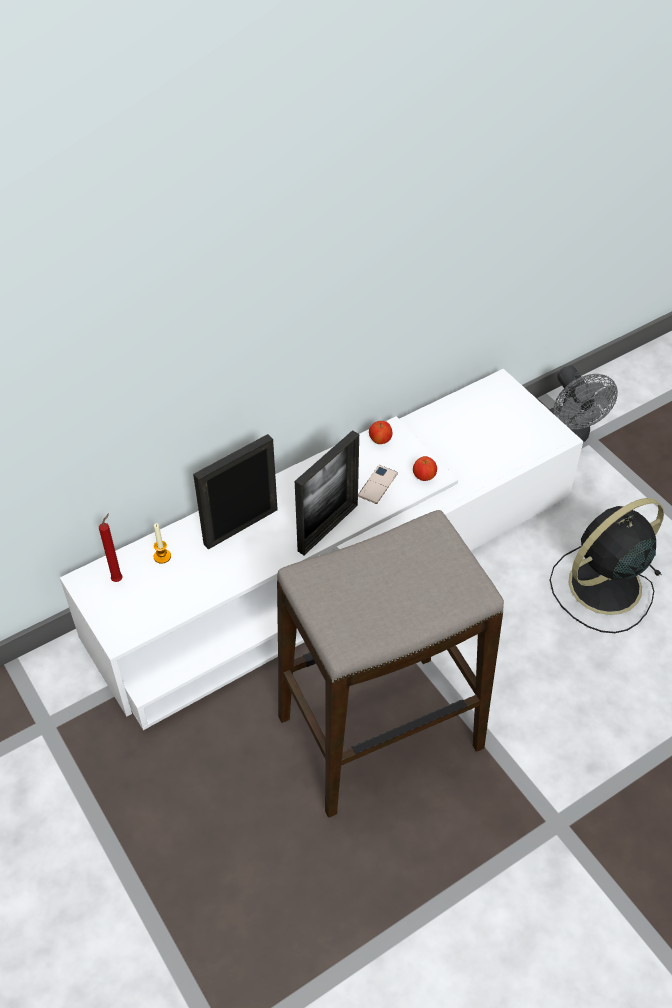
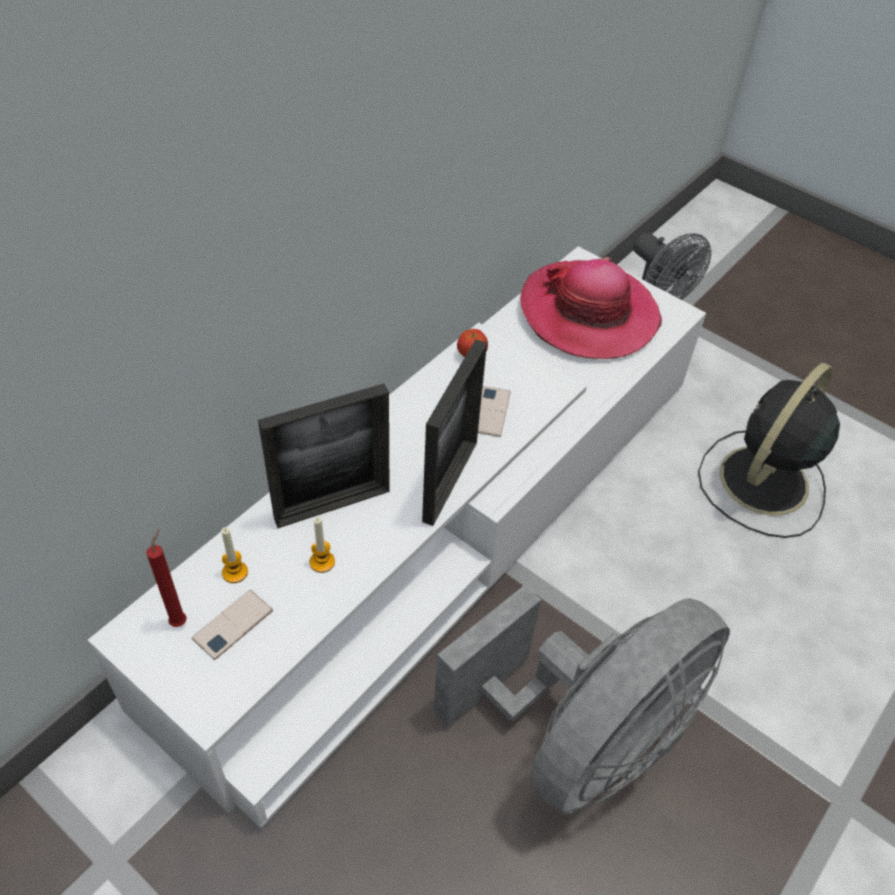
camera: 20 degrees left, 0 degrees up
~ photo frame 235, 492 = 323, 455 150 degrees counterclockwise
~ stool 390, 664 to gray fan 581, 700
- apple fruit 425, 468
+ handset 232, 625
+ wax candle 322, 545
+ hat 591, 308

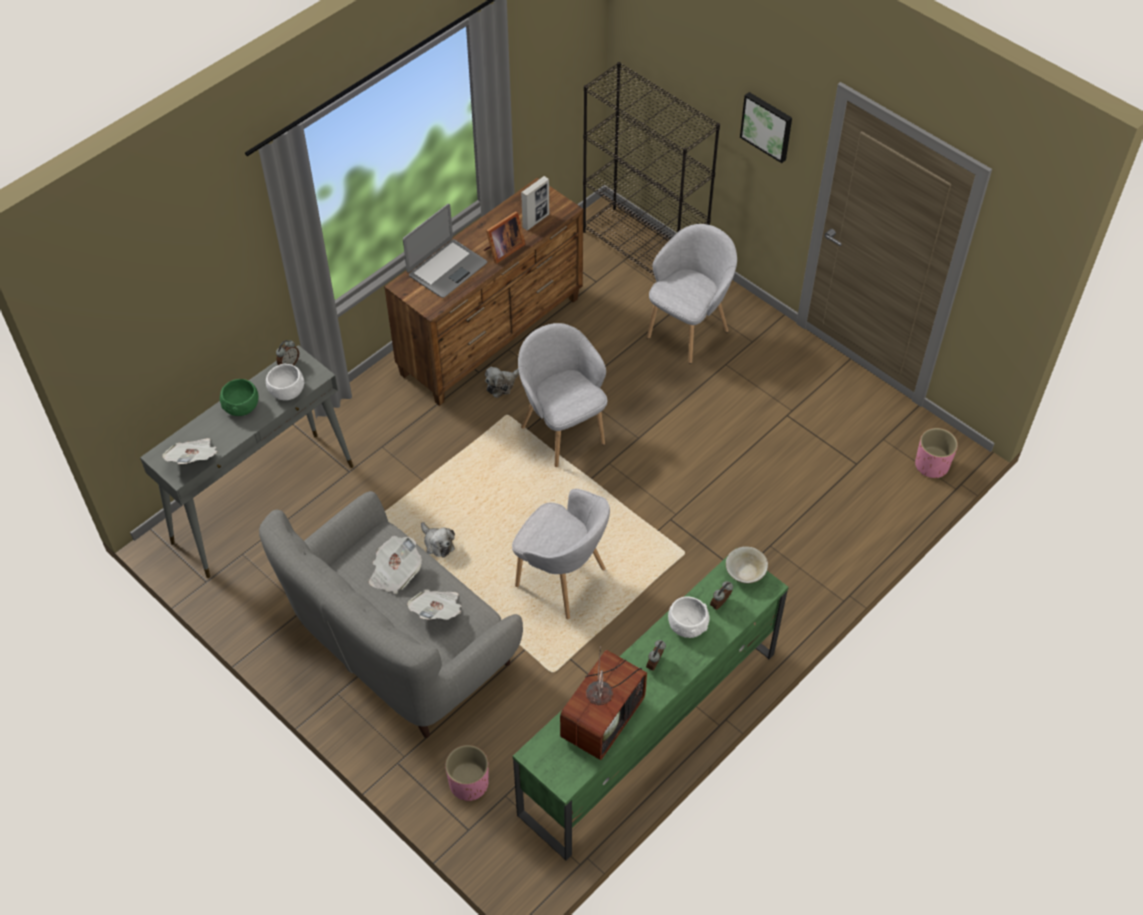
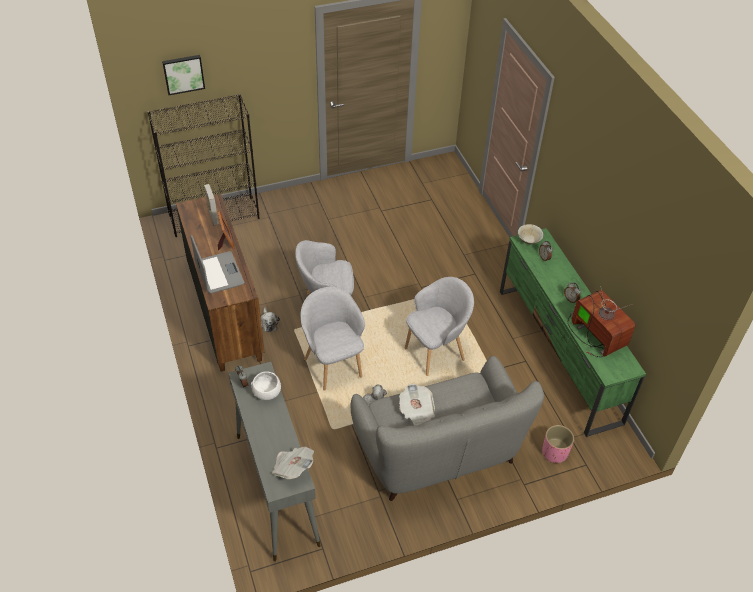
camera: 65 degrees left, 5 degrees down
- greenish bowl 239, 397
- daily paper 434, 605
~ gray easy chair 692, 294 to 333, 339
- white bowl 689, 617
~ wall picture 766, 127 to 183, 75
- pink plant pot 936, 453

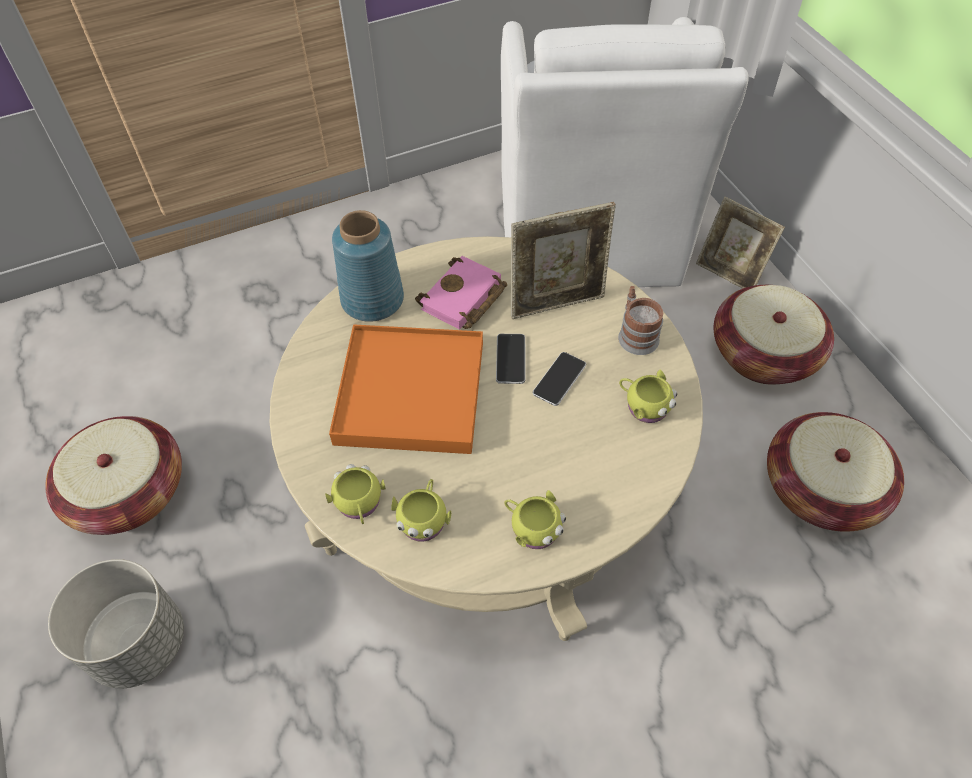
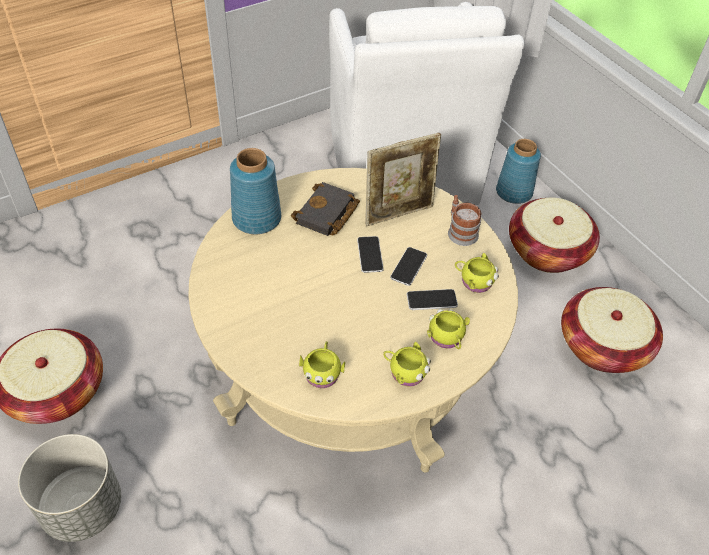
camera: 10 degrees left, 5 degrees down
~ yellow-coloured coffee mug 355, 494 to 448, 329
- orange tray 406, 389
~ pink volume 461, 293 to black-coloured volume 325, 209
~ photo frame 740, 243 to bluish decorative vase 518, 171
+ handset 432, 299

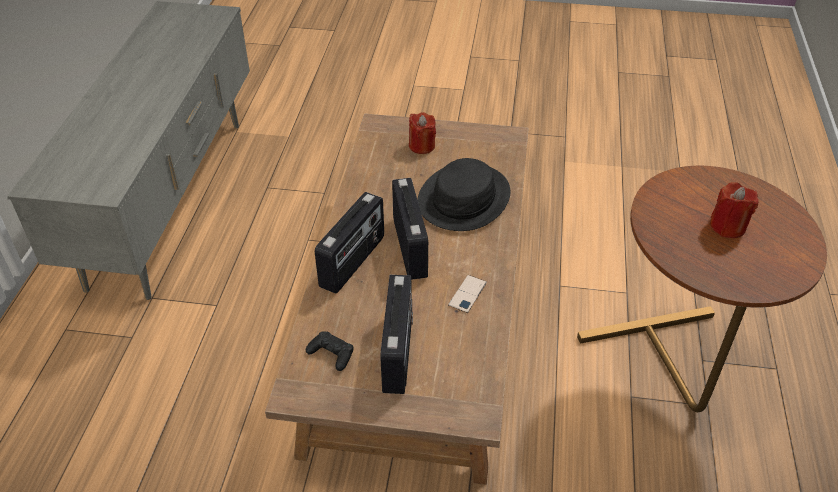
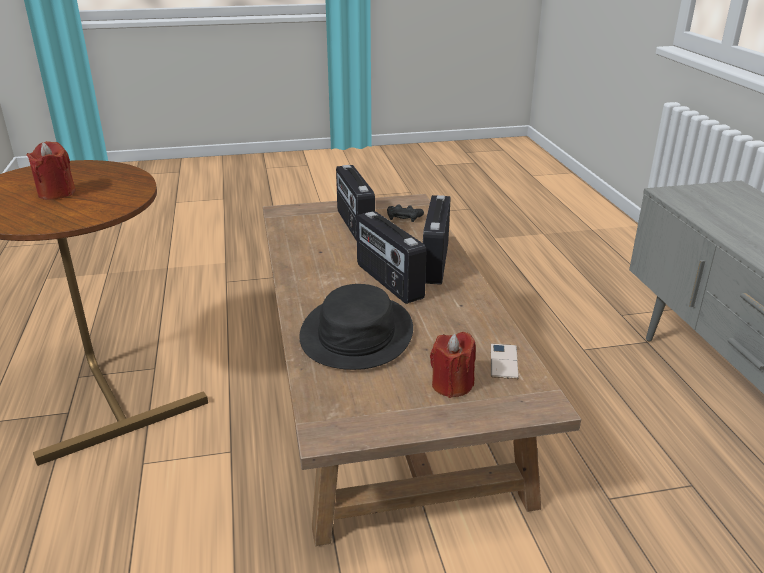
camera: 160 degrees right, 15 degrees down
~ handset 467, 294 to 505, 361

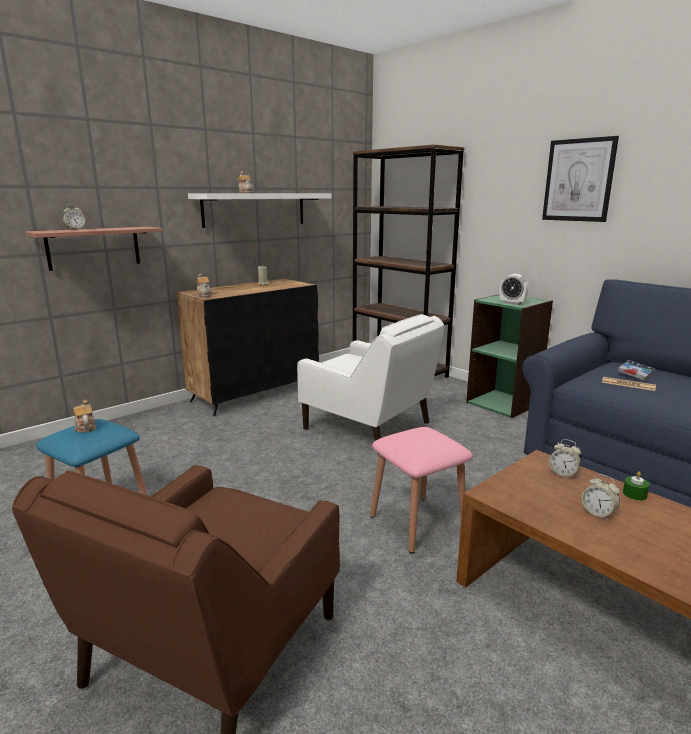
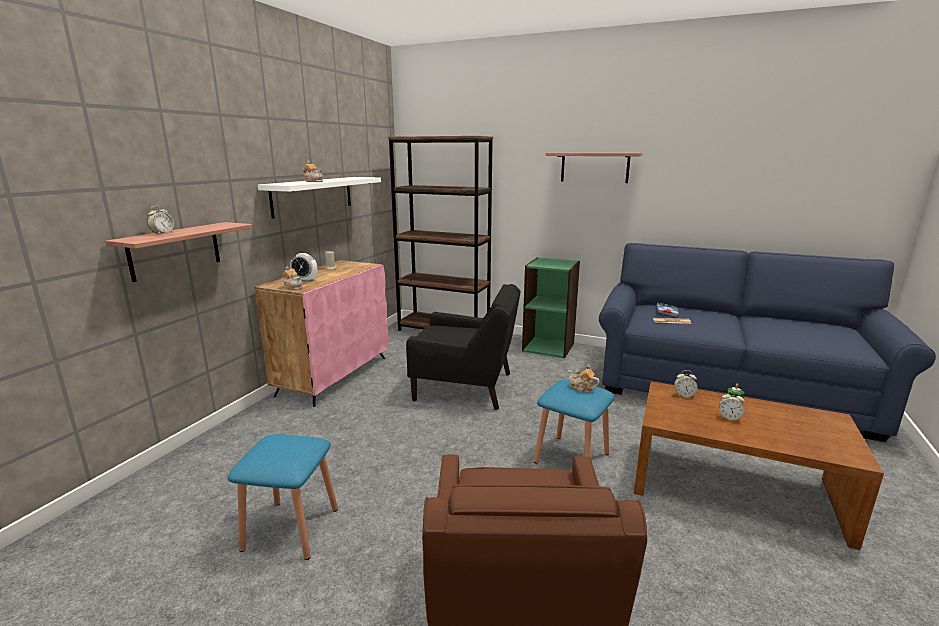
camera: 25 degrees left, 0 degrees up
~ teapot 84, 416 to 583, 378
~ black-coloured cupboard 247, 347 to pink cupboard 321, 333
~ white easy chair 370, 384 to black-coloured easy chair 463, 347
~ pink stool 421, 490 to bluish stool 574, 421
~ alarm clock 514, 289 to 303, 267
~ wall picture 580, 179 to bracket shelf 594, 168

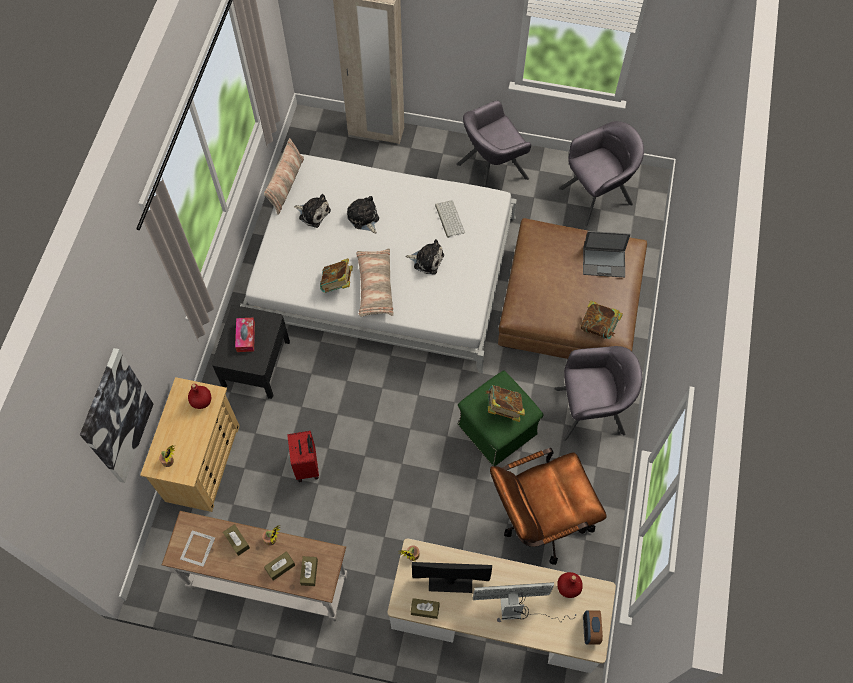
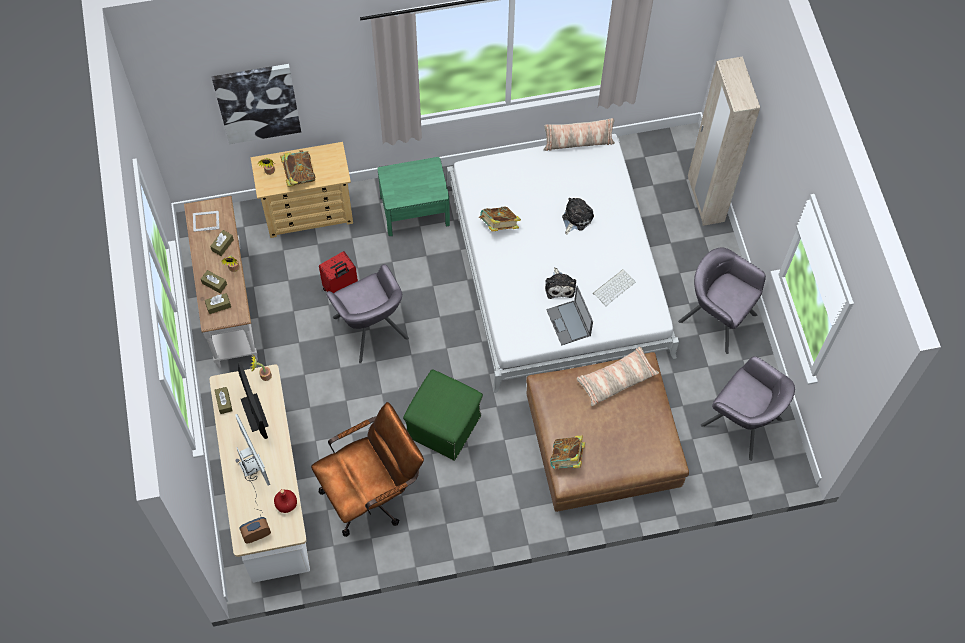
camera: 65 degrees right, 0 degrees up
- red drink bottle 199, 396
~ black-coloured night table 251, 352 to greenish night table 414, 196
- tissue box 245, 335
- soft toy 312, 211
~ pillow 375, 282 to 618, 376
~ volume 505, 403 to 297, 168
~ brownish computer chair 548, 506 = 367, 469 105 degrees clockwise
~ gray easy chair 598, 393 to 367, 314
~ portable computer 607, 254 to 569, 316

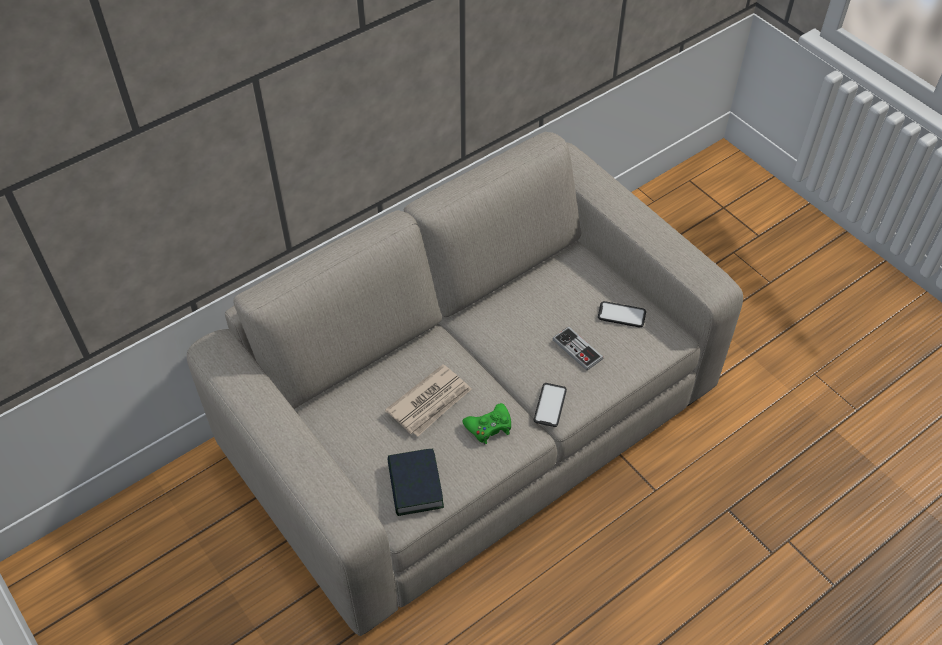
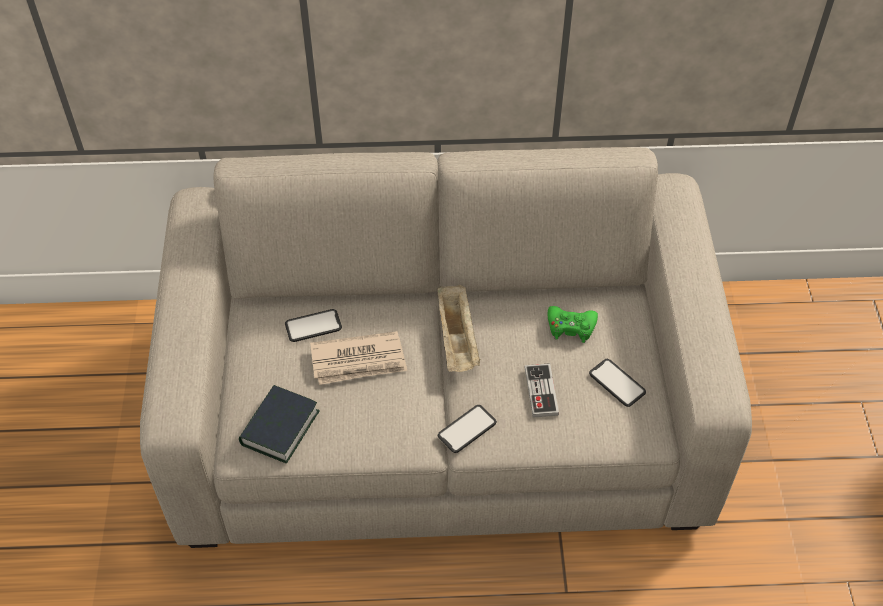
camera: 35 degrees right, 0 degrees up
~ greenish joypad 487, 423 to 573, 324
+ handset 313, 325
+ beige tray 459, 328

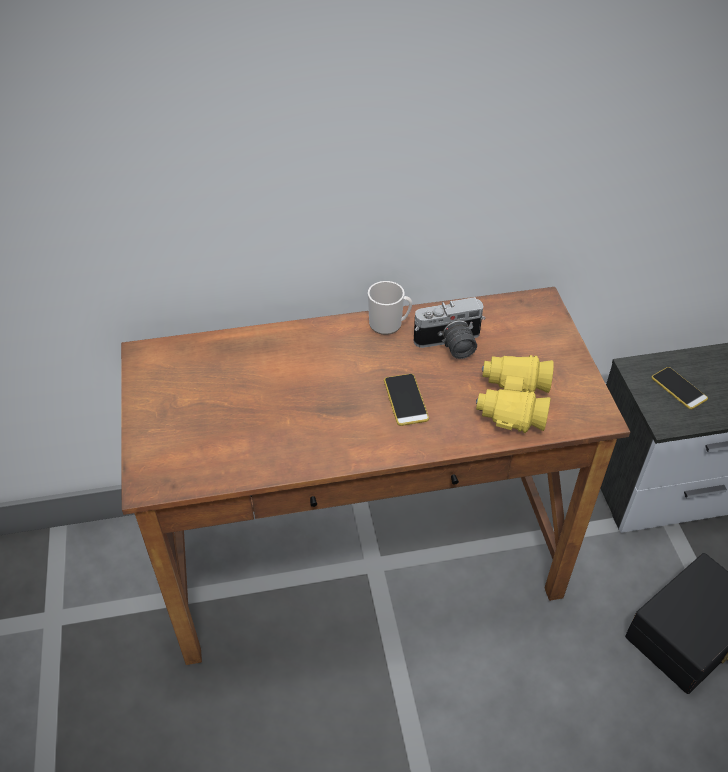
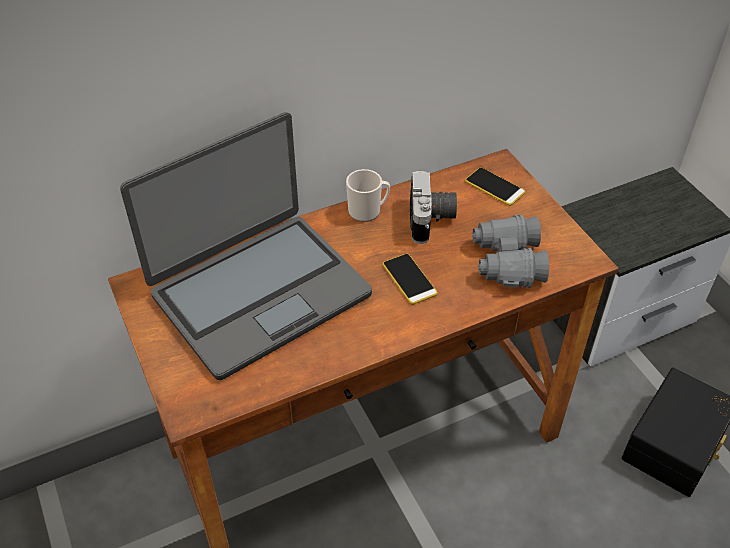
camera: 15 degrees left, 0 degrees up
~ photo camera 449, 328 = 433, 207 60 degrees counterclockwise
~ yellow-coloured pair of binoculars 515, 394 to gray pair of binoculars 510, 251
~ handset 679, 388 to 495, 186
+ portable computer 246, 246

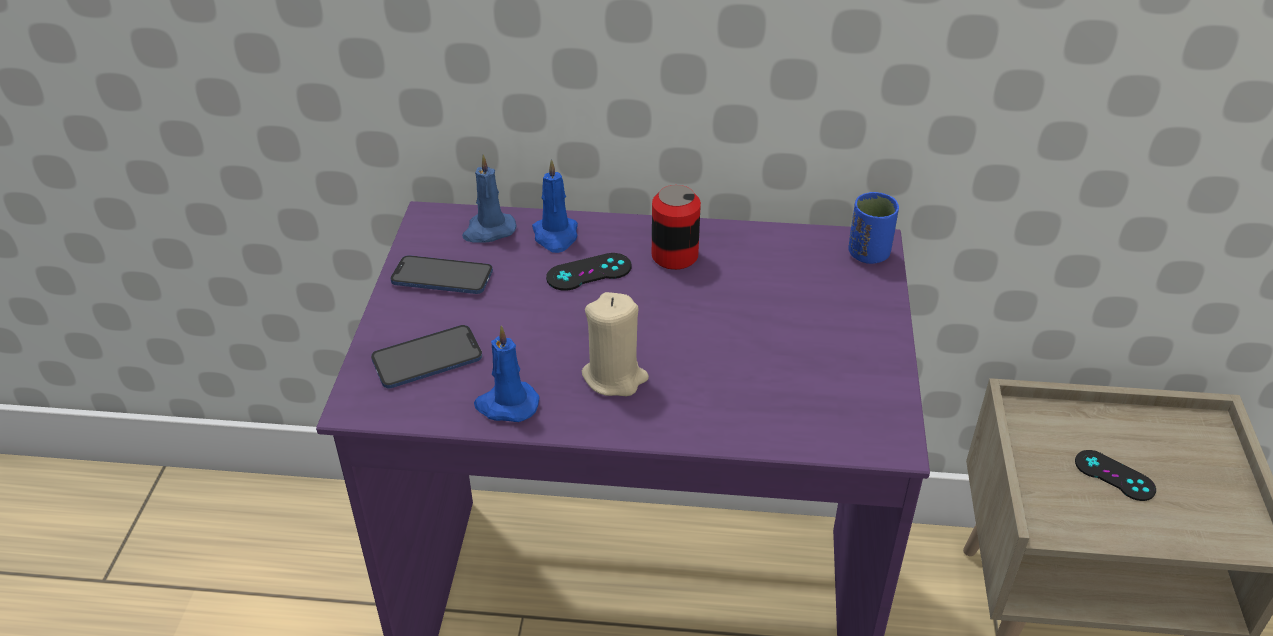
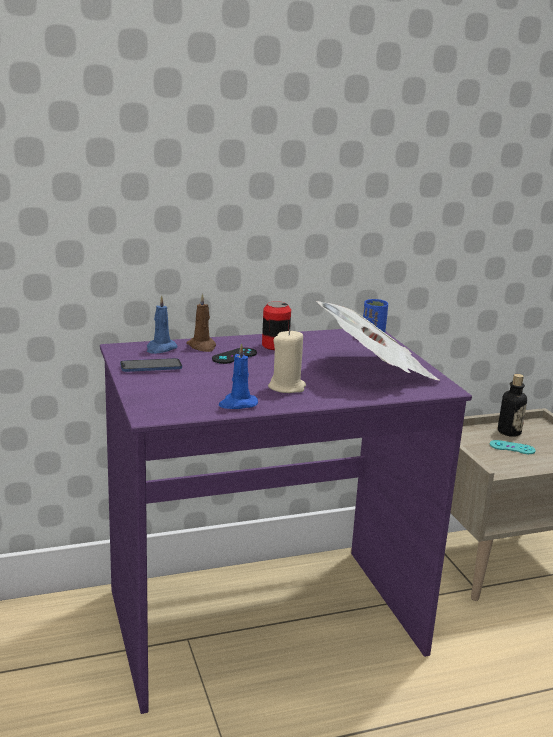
camera: 25 degrees left, 20 degrees down
- handset 426, 356
~ bluish wax candle 555, 206 to brownish wax candle 201, 322
~ black-coloured joypad 1115, 475 to turquoise-coloured joypad 513, 447
+ daily paper 378, 341
+ drink bottle 512, 405

